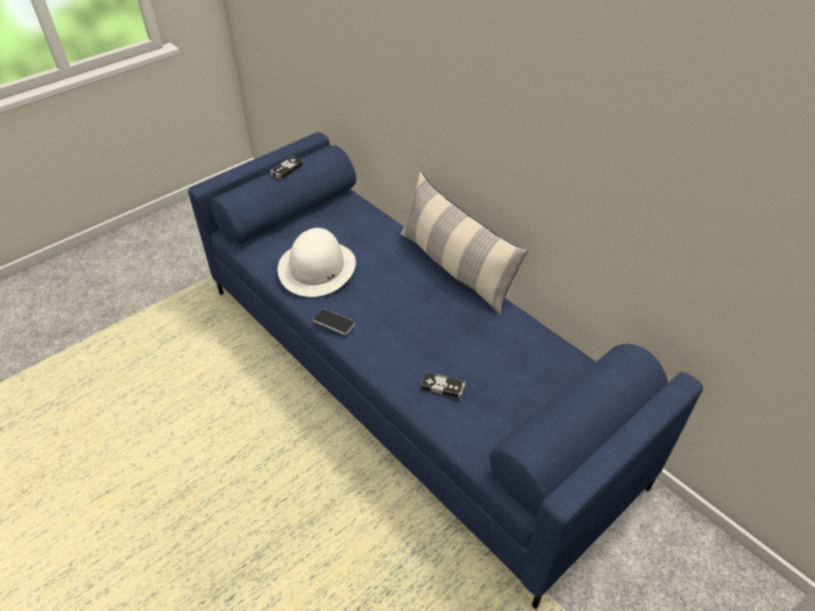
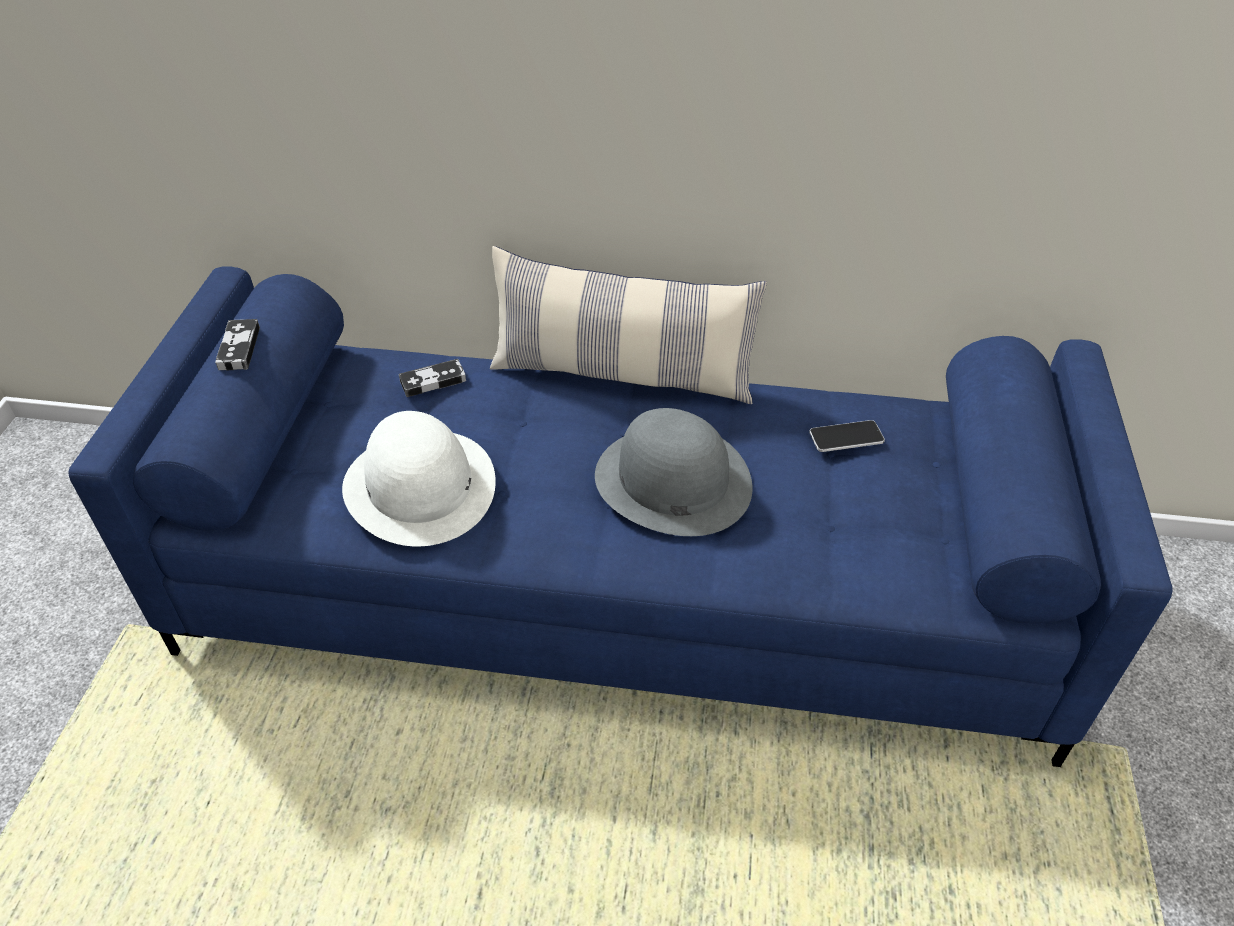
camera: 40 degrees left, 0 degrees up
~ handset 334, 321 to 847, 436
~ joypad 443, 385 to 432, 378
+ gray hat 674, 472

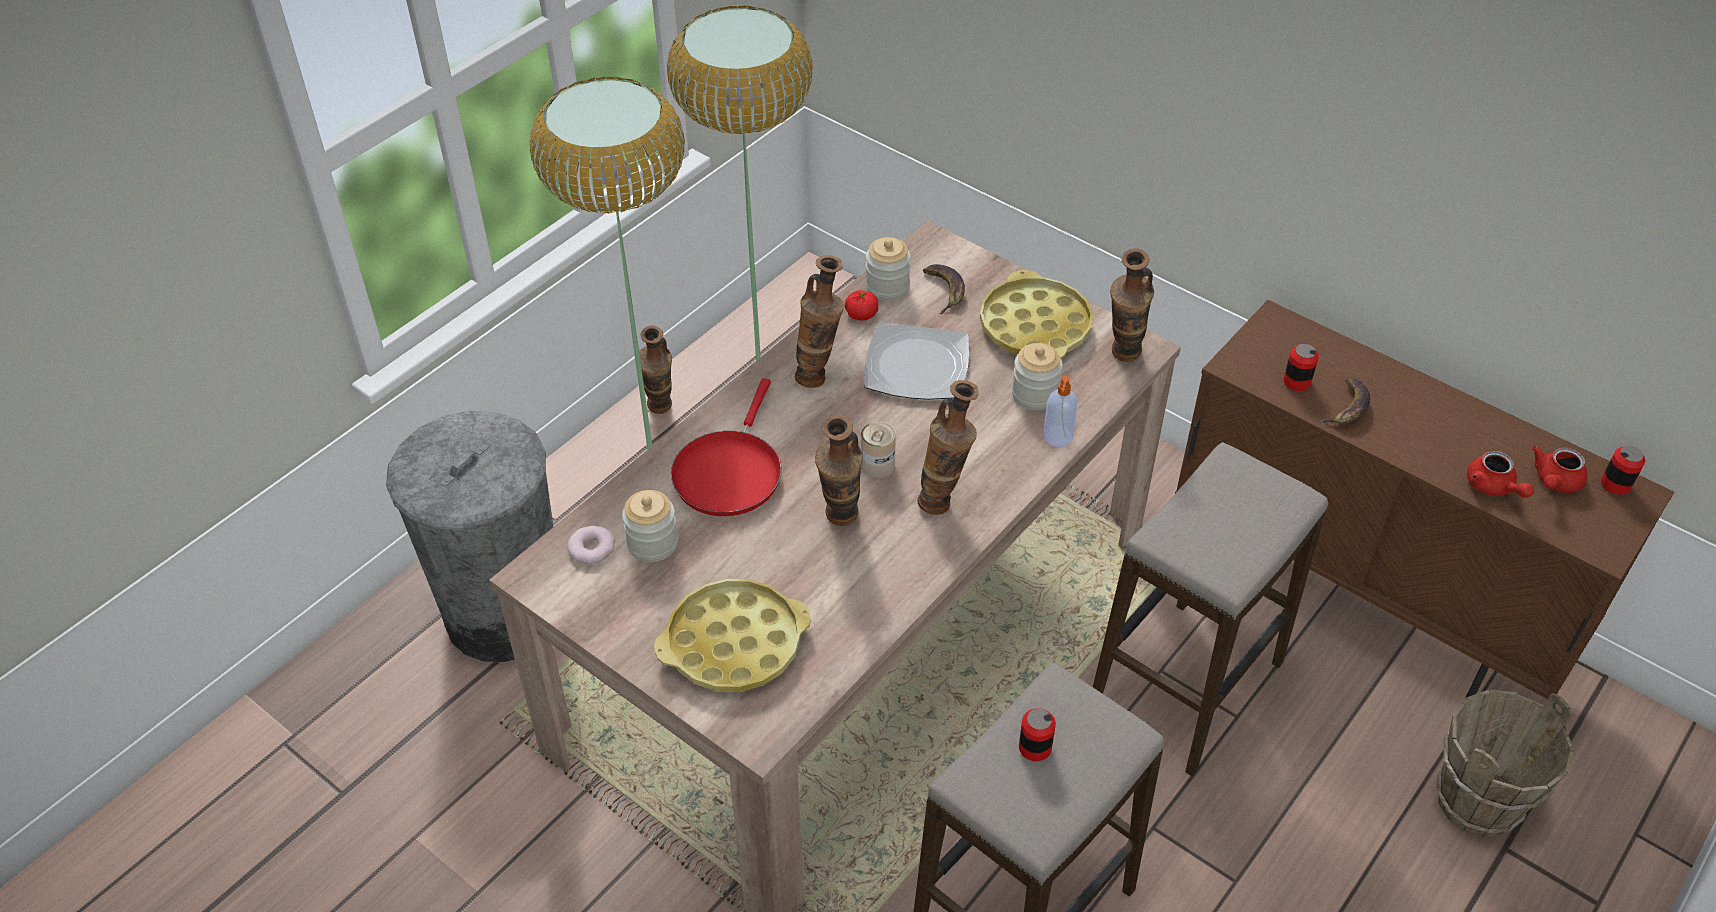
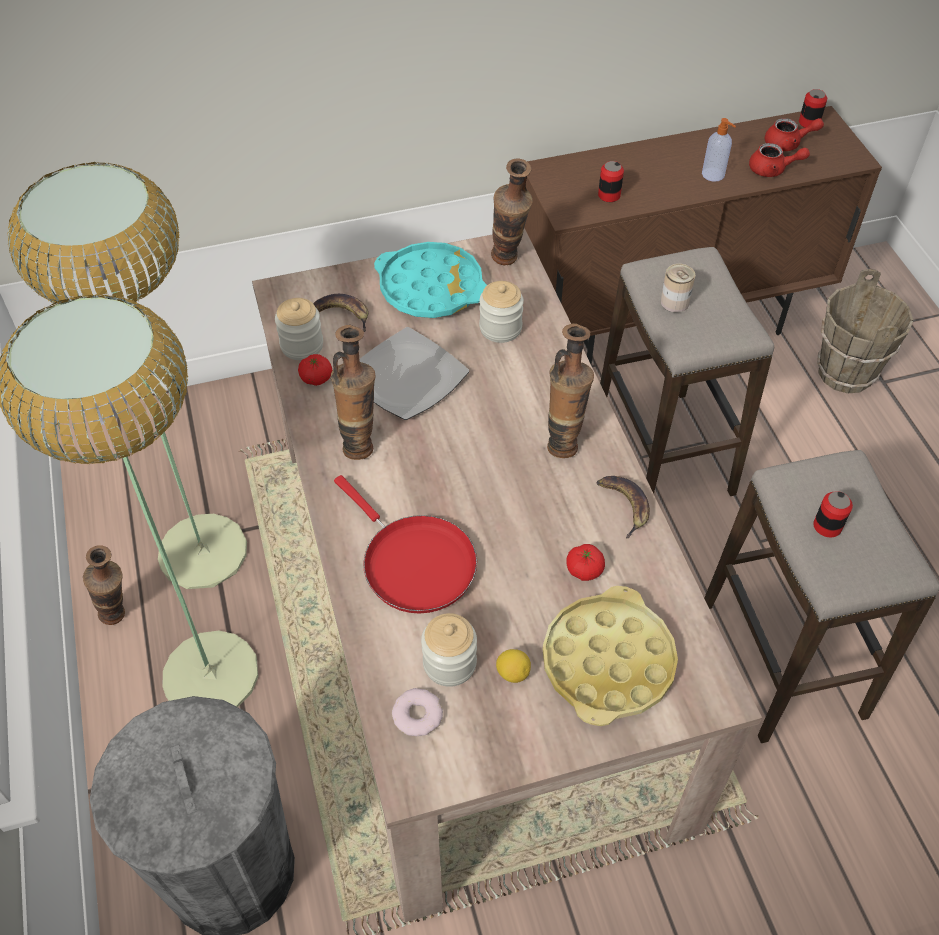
camera: 55 degrees left, 5 degrees up
- decorative vase 839, 470
~ can 878, 450 to 677, 288
~ yellow-coloured tray 1036, 314 to turquoise-coloured tray 430, 280
~ soap dispenser 1060, 411 to 719, 150
~ whole banana 1344, 401 to 623, 507
~ red teapot 1560, 469 = 794, 134 75 degrees counterclockwise
+ lemon 513, 666
+ whole tomato 585, 562

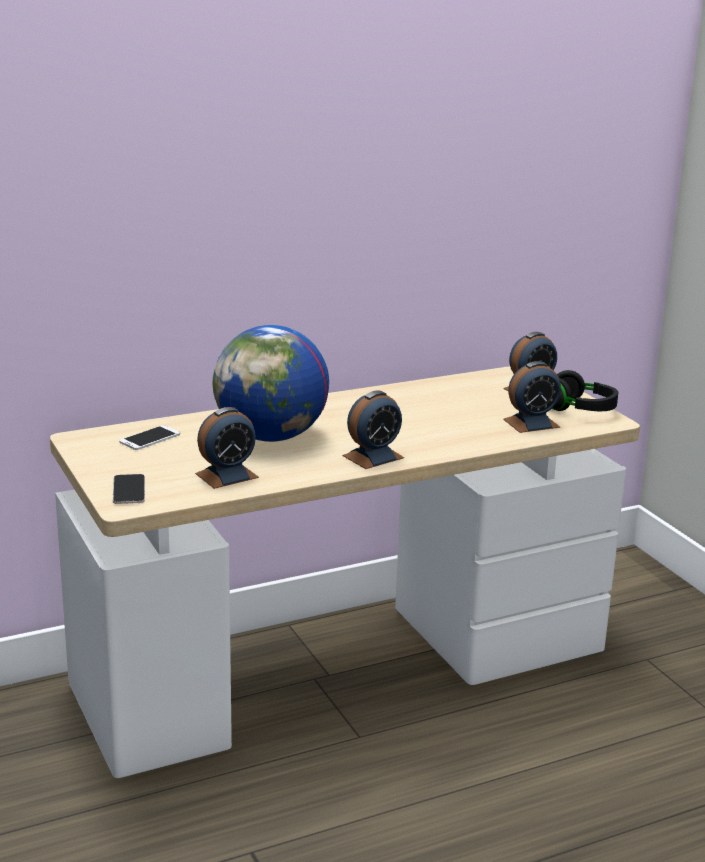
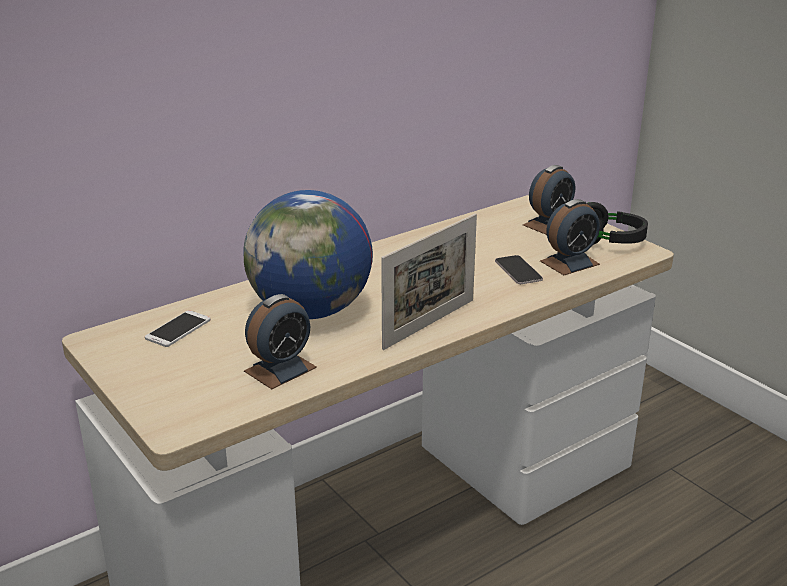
camera: 10 degrees left, 5 degrees up
~ handset 129, 489 to 519, 269
~ alarm clock 373, 430 to photo frame 429, 282

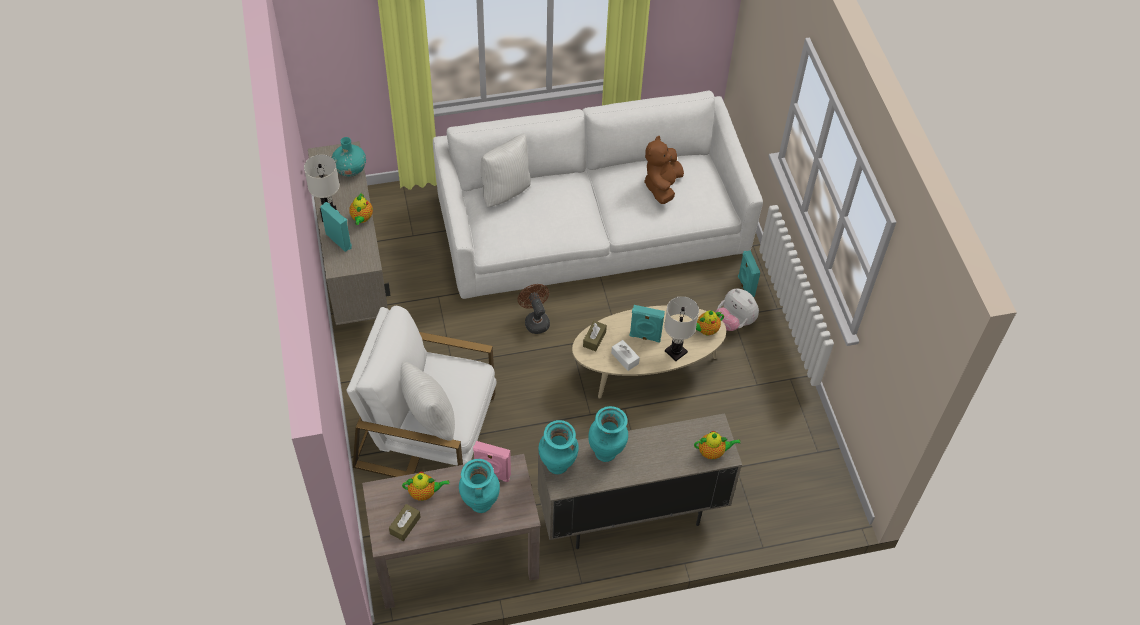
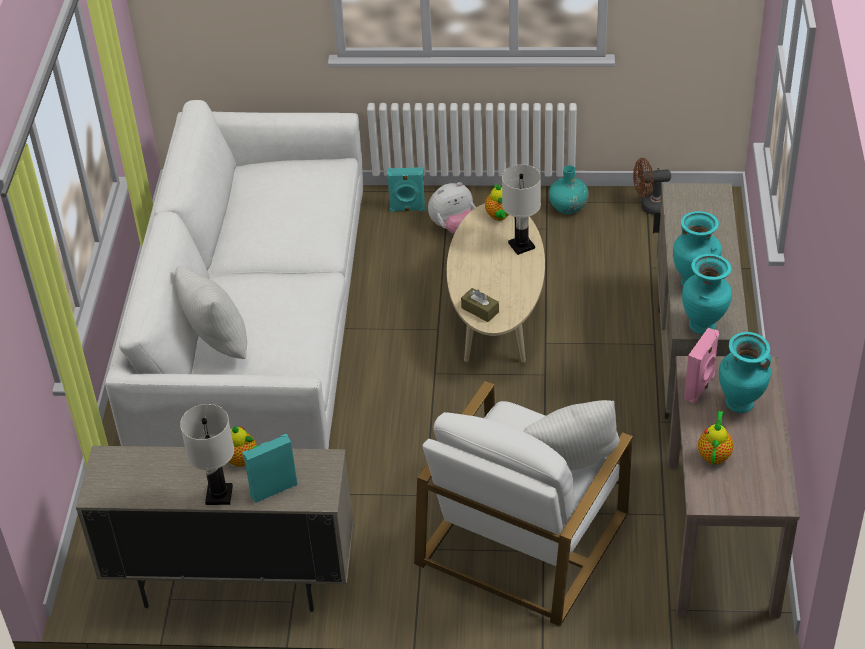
camera: 70 degrees left, 10 degrees down
~ turquoise-coloured decorative vase 349, 157 to 569, 189
- brownish tissue box 405, 522
~ brownish fan 534, 309 to 652, 186
- white tissue box 625, 355
- turquoise-coloured speaker 647, 323
- brownish soft toy 664, 170
- teapot 717, 445

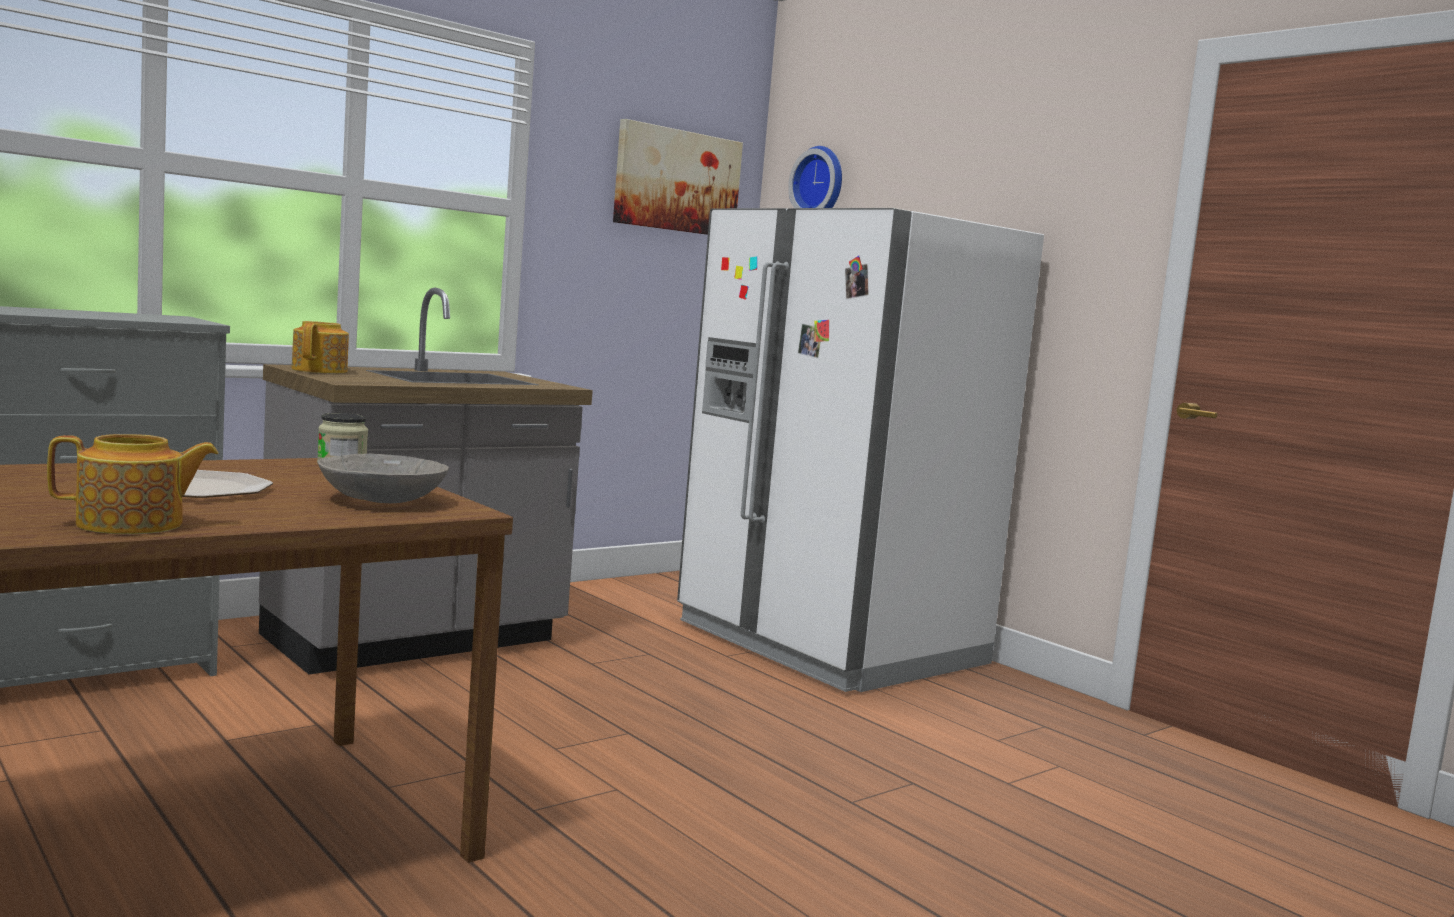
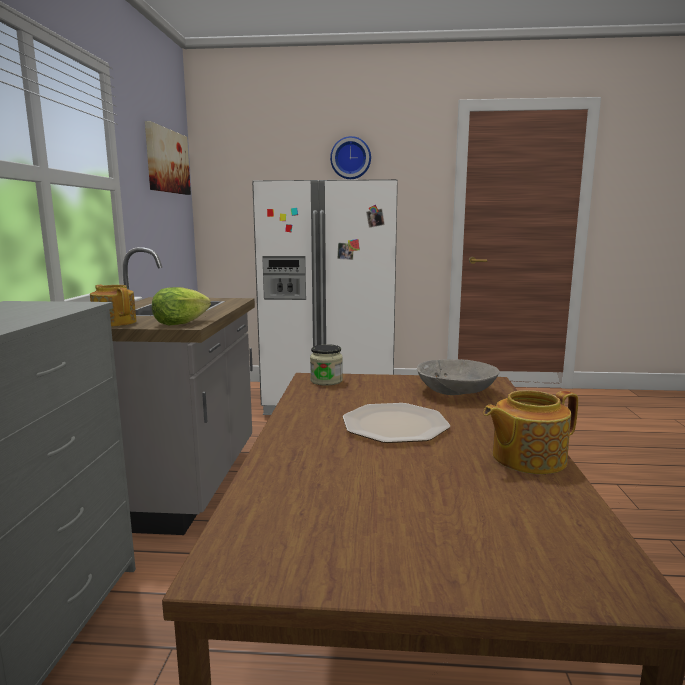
camera: 45 degrees left, 5 degrees up
~ teapot 132, 484 = 530, 432 135 degrees counterclockwise
~ hanging clock 815, 177 to 350, 157
+ lettuce head 181, 306

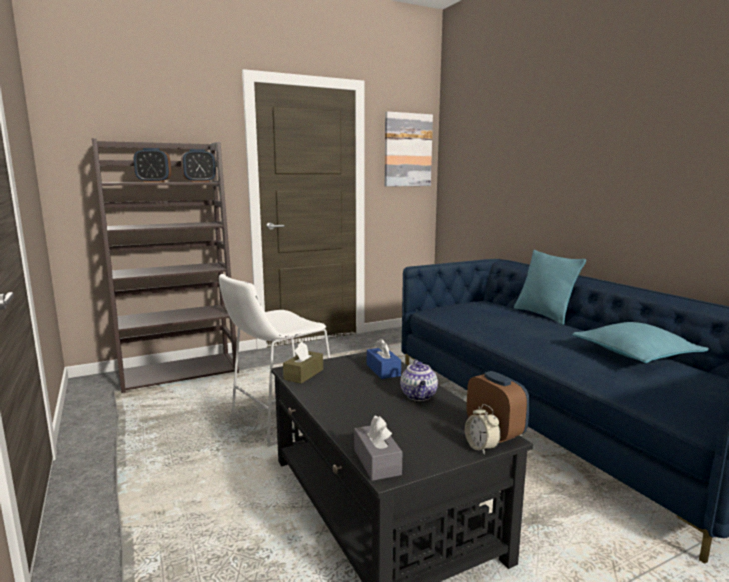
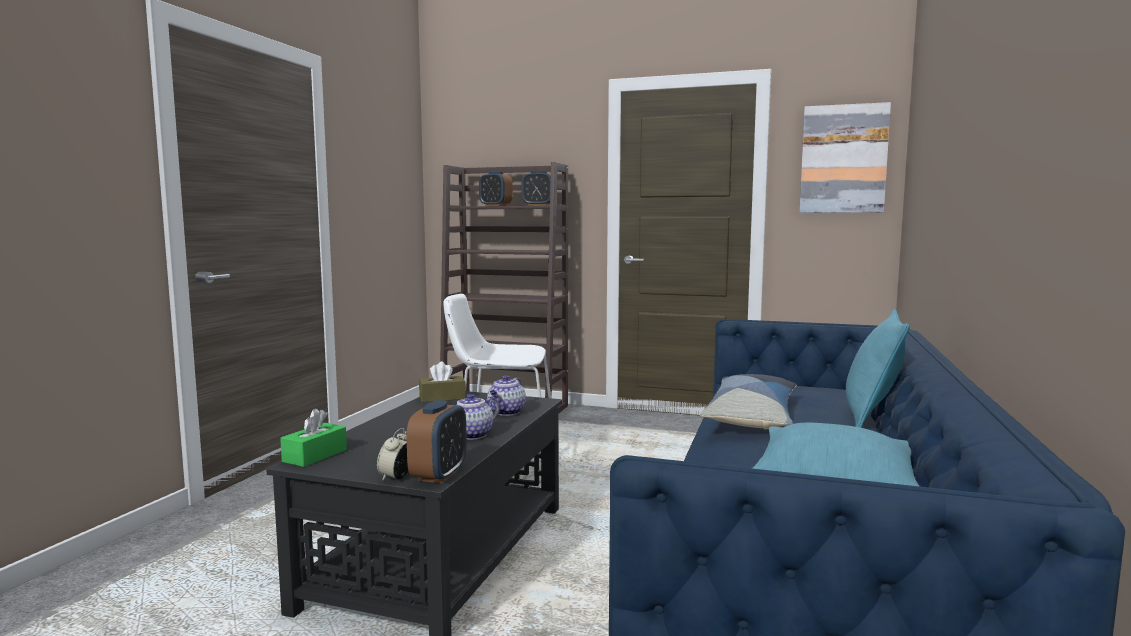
camera: 45 degrees right, 5 degrees down
~ gray tissue box 378, 448 to greenish tissue box 313, 437
~ bluish tissue box 384, 358 to teapot 506, 395
+ pillow 748, 401

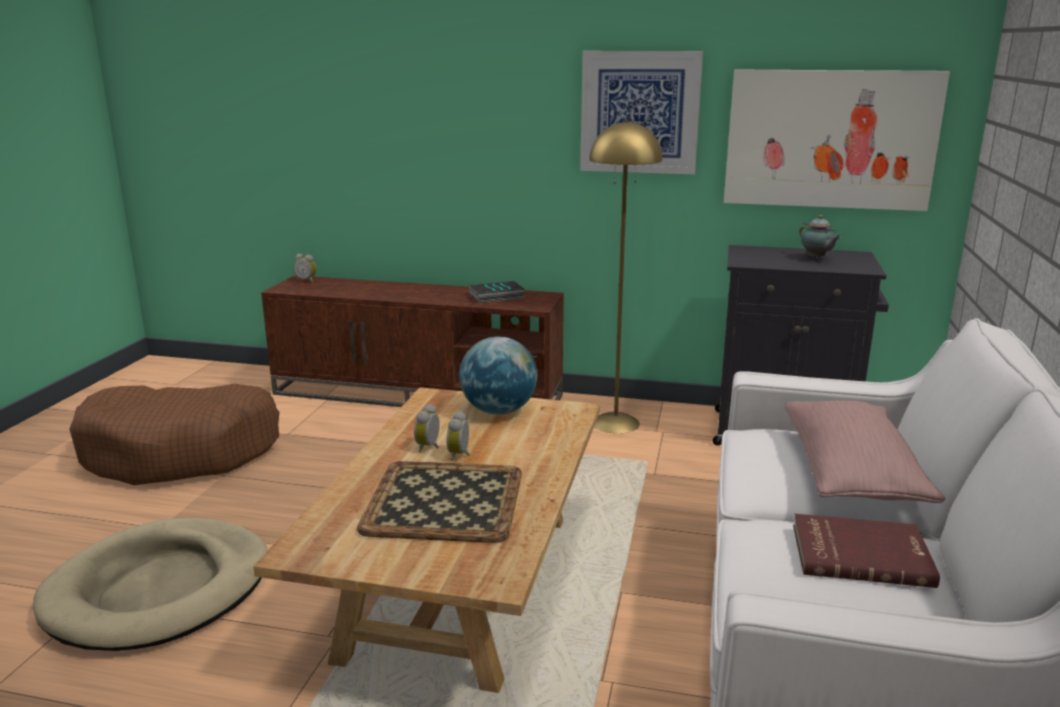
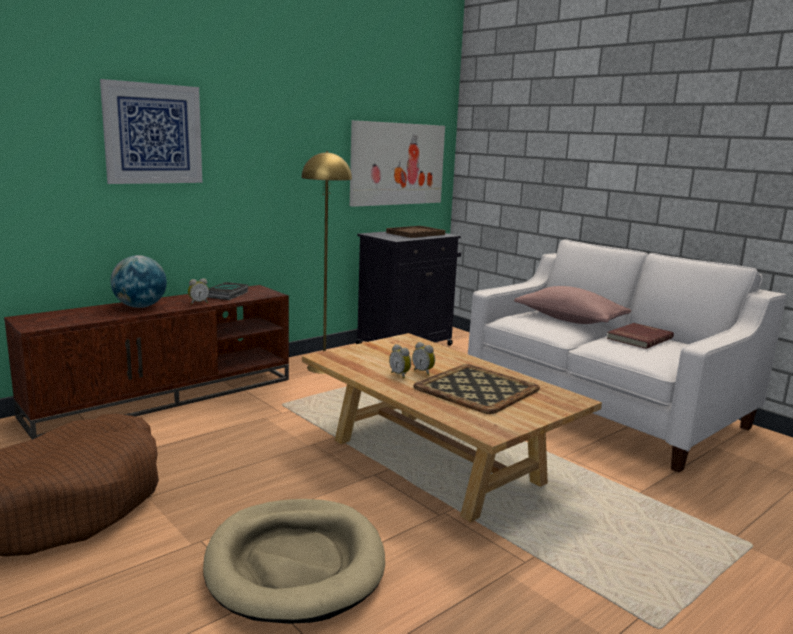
camera: 55 degrees left, 5 degrees down
~ alarm clock 305, 268 to 198, 291
~ world globe 498, 375 to 139, 281
~ wall picture 641, 112 to 151, 131
~ teapot 820, 237 to brownish tray 415, 232

